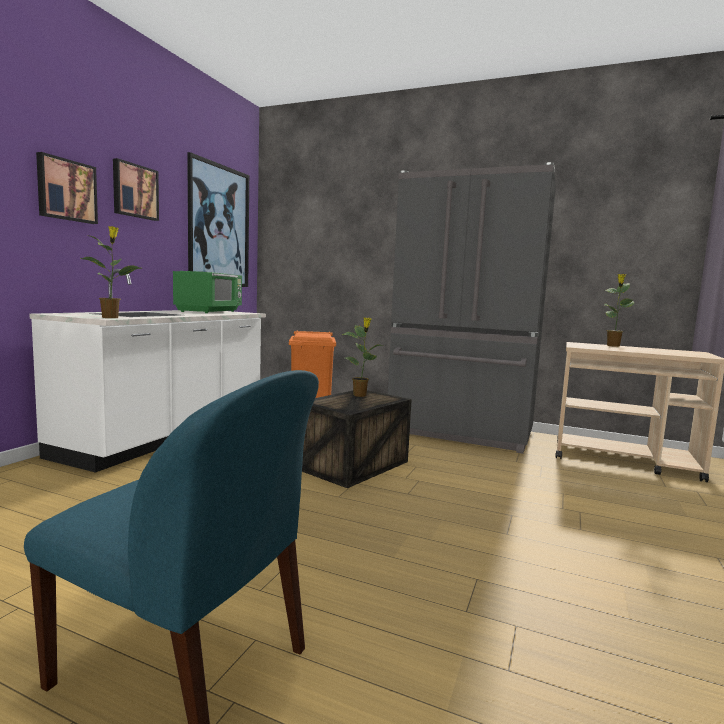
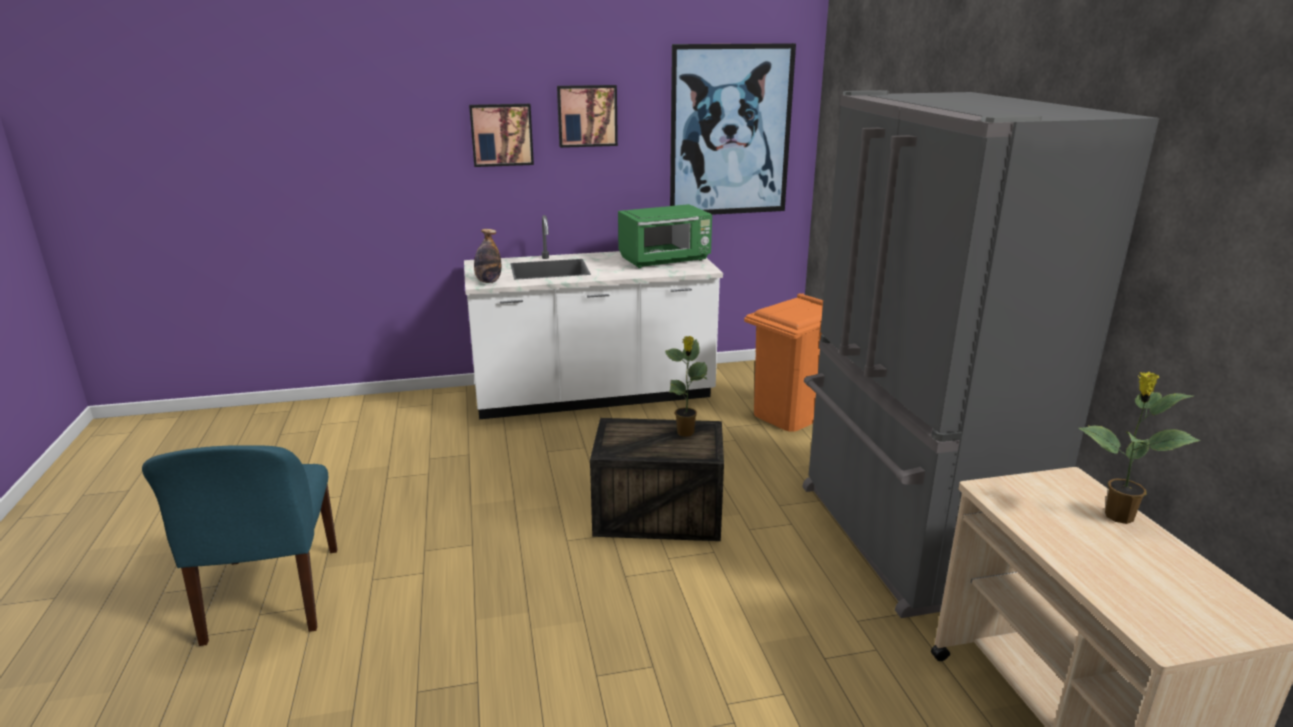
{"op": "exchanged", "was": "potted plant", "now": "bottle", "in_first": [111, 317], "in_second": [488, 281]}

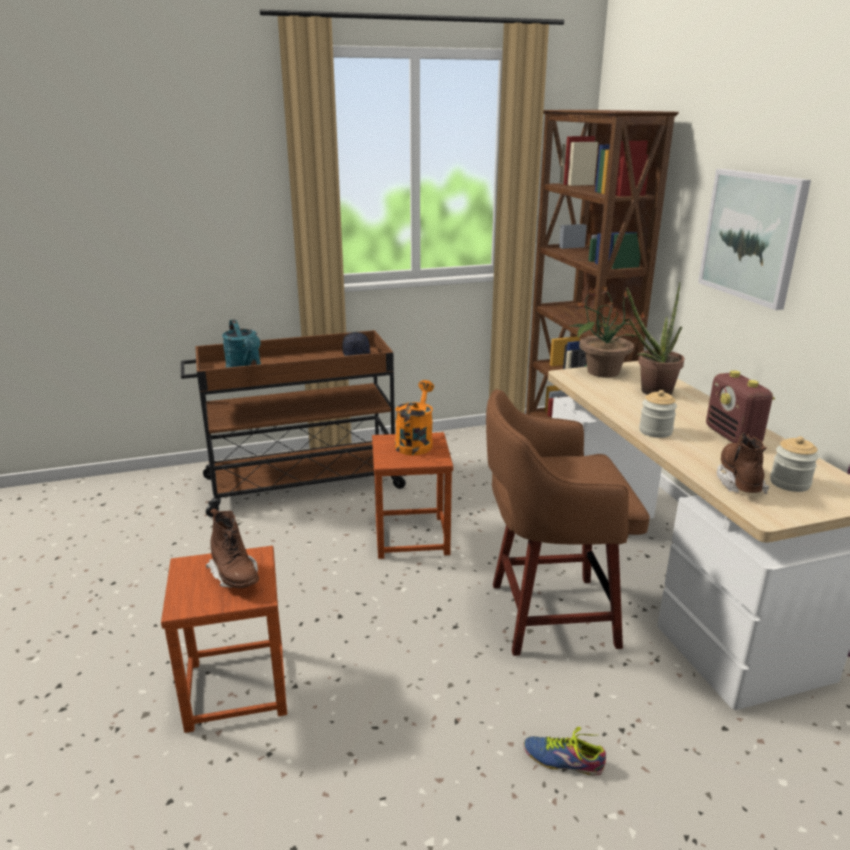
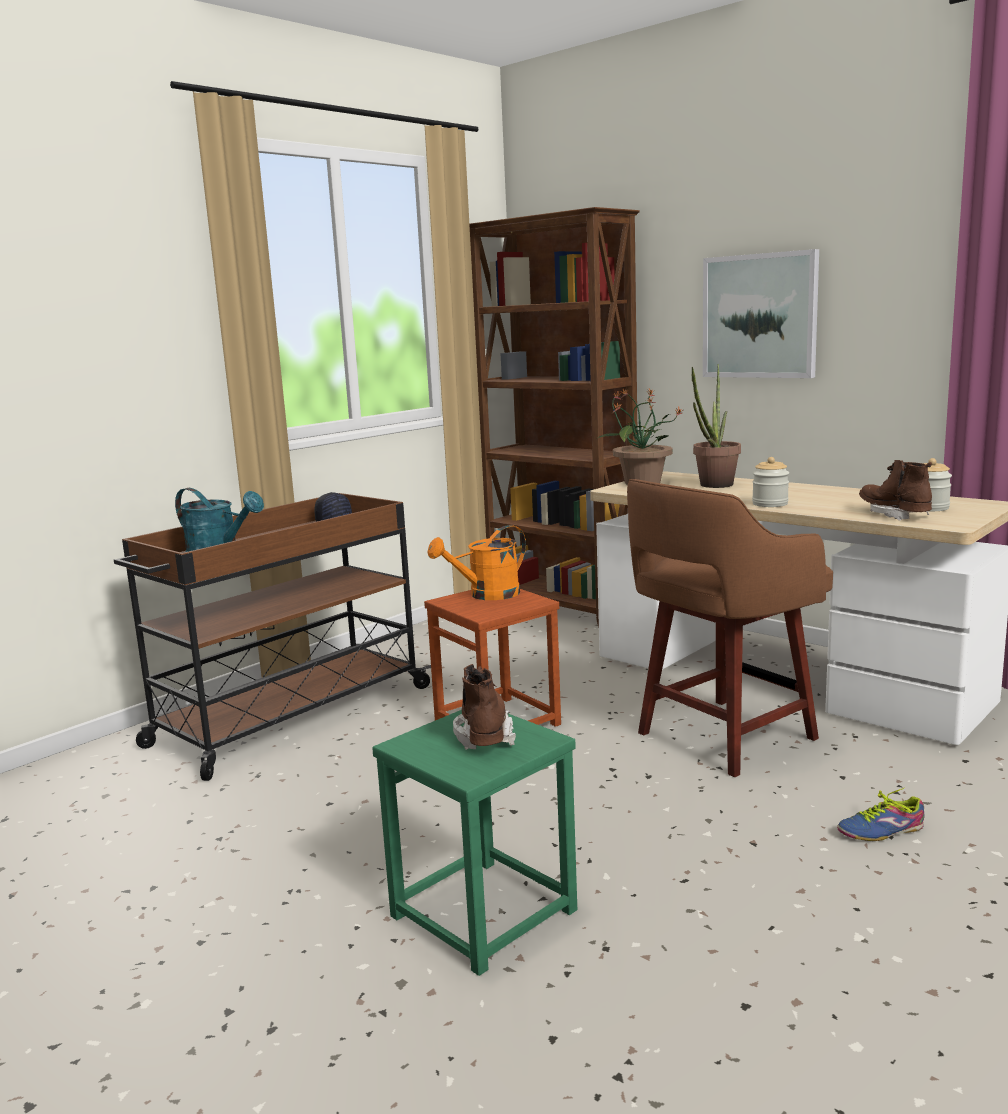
{"op": "missing", "was": "radio", "in_first": [733, 437]}
{"op": "colour", "was": "stool (brown)", "now": "stool (green)", "in_first": [236, 689], "in_second": [484, 914]}
{"op": "spun", "was": "boot (brown)", "in_first": [235, 576], "in_second": [484, 734], "clockwise": -120}
{"op": "spun", "was": "watering can (orange)", "in_first": [415, 442], "in_second": [486, 595], "clockwise": -105}

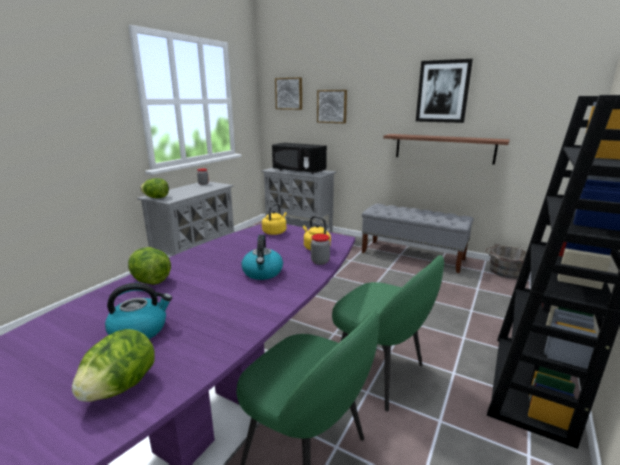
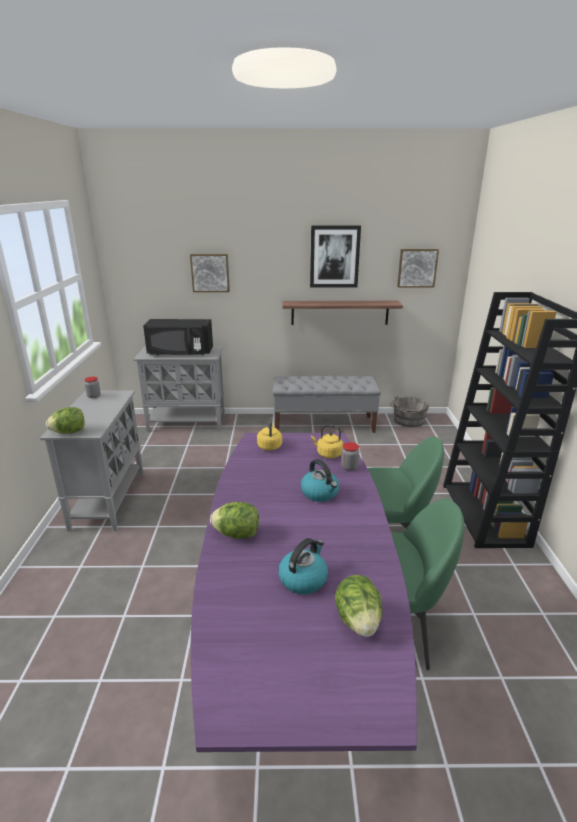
{"op": "relocated", "was": "picture", "in_first": [289, 93], "in_second": [417, 268]}

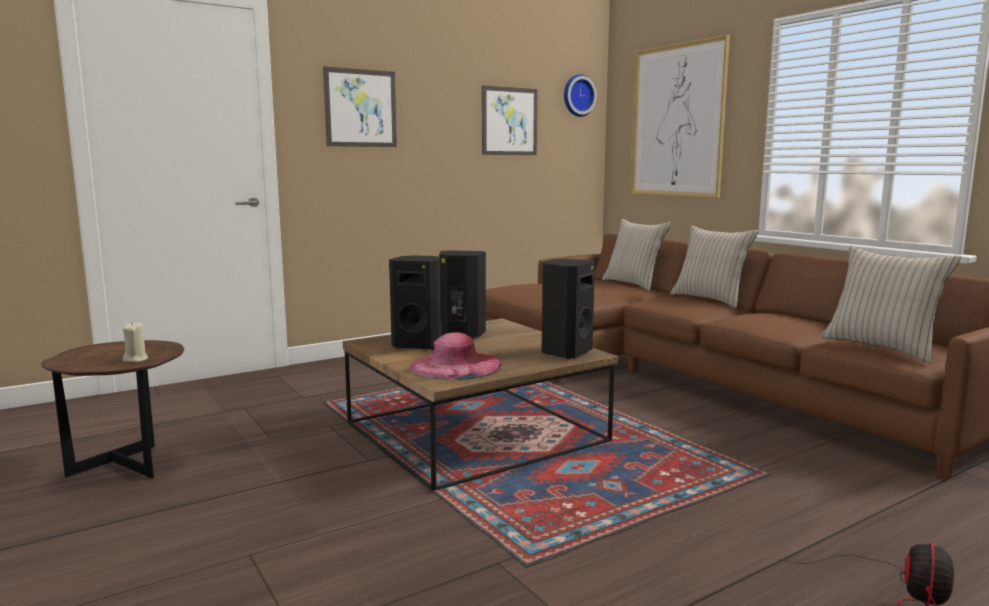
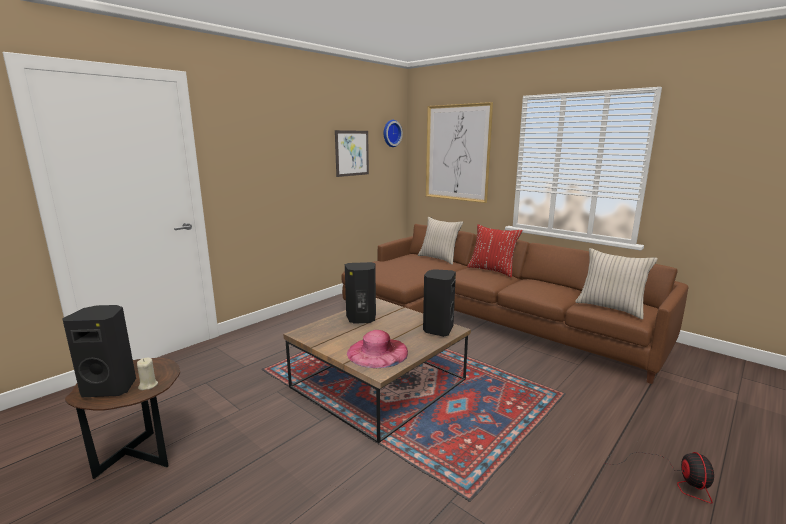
{"op": "missing", "was": "picture", "in_first": [360, 108]}
{"op": "relocated", "was": "speaker (black)", "in_first": [419, 345], "in_second": [111, 387]}
{"op": "colour", "was": "pillow (beige)", "now": "pillow (red)", "in_first": [710, 299], "in_second": [492, 270]}

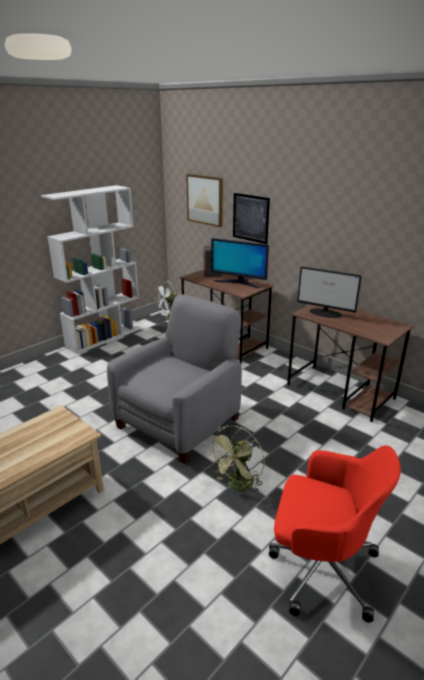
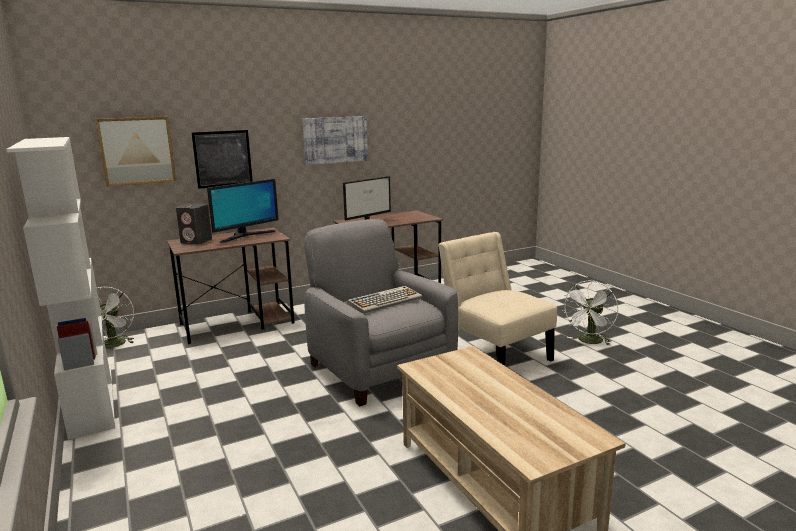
{"op": "appeared", "now": "picture", "in_second": [335, 140]}
{"op": "appeared", "now": "keyboard", "in_second": [385, 301]}
{"op": "exchanged", "was": "fan (green)", "now": "chair (beige)", "in_first": [238, 485], "in_second": [495, 355]}
{"op": "exchanged", "was": "office chair (red)", "now": "fan (white)", "in_first": [320, 567], "in_second": [589, 342]}

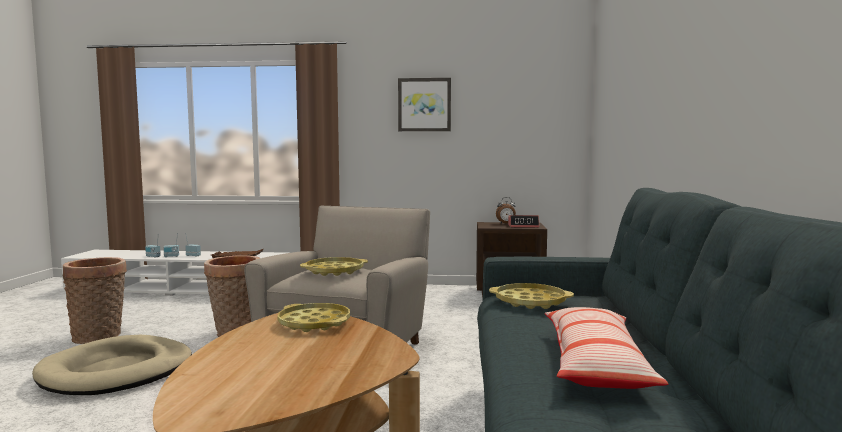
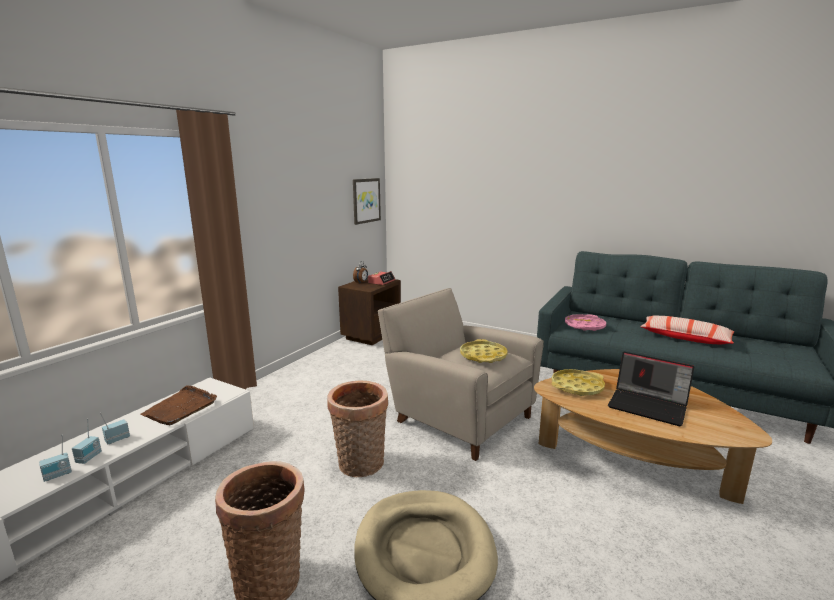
{"op": "appeared", "now": "laptop", "in_second": [648, 406]}
{"op": "relocated", "was": "picture", "in_first": [424, 104], "in_second": [366, 200]}
{"op": "colour", "was": "tray (yellow)", "now": "tray (pink)", "in_first": [530, 302], "in_second": [584, 326]}

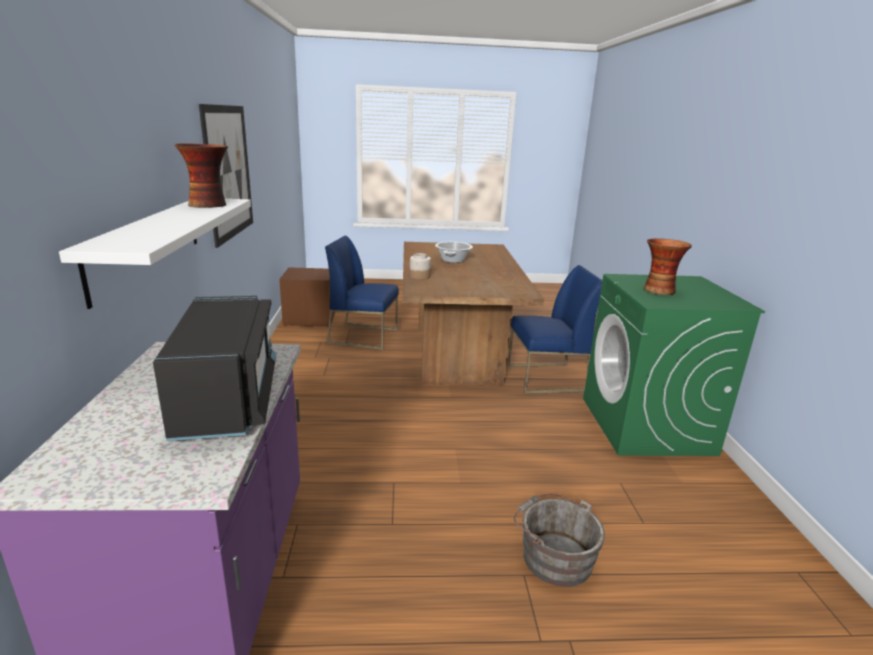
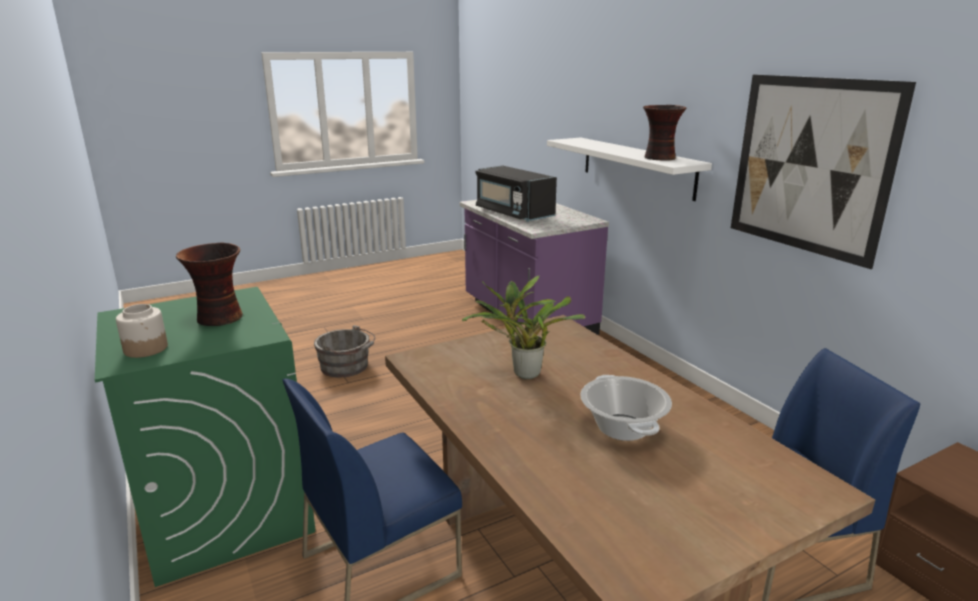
{"op": "appeared", "now": "potted plant", "in_second": [522, 373]}
{"op": "relocated", "was": "jar", "in_first": [419, 276], "in_second": [146, 348]}

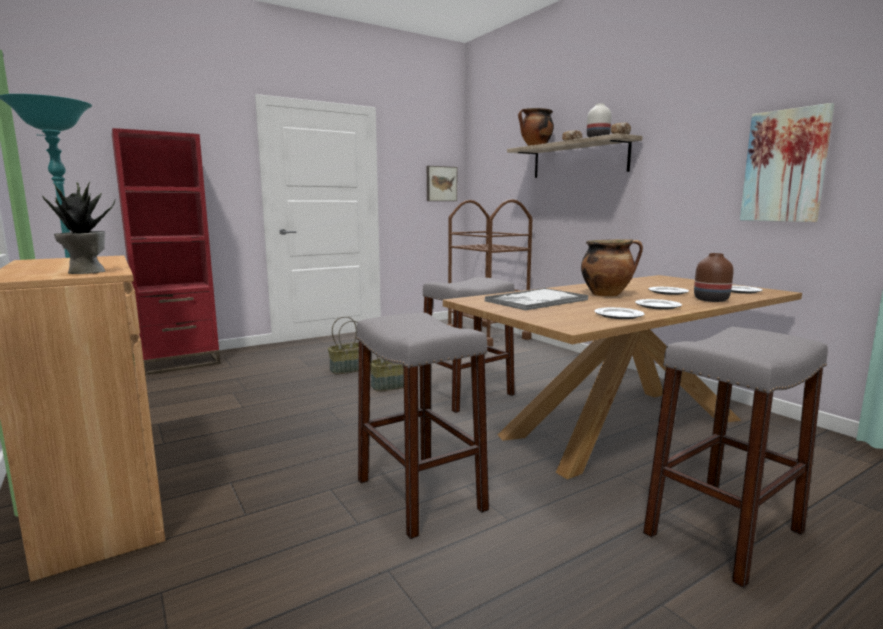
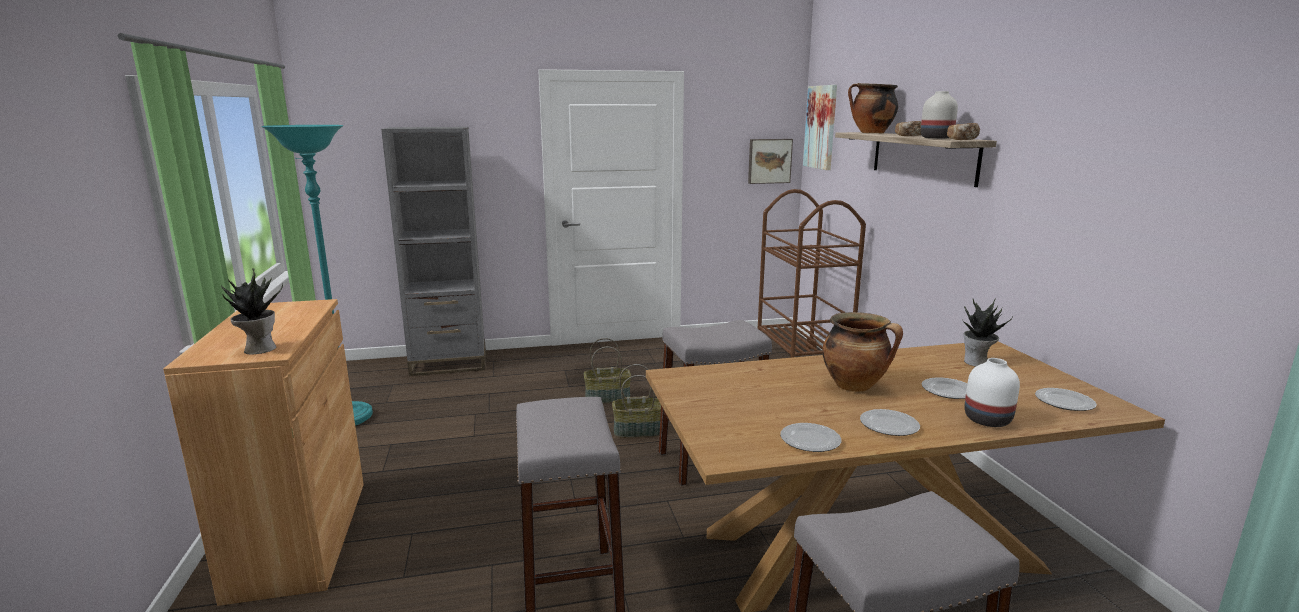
{"op": "missing", "was": "tray", "in_first": [536, 301]}
{"op": "appeared", "now": "potted plant", "in_second": [977, 363]}
{"op": "relocated", "was": "picture", "in_first": [785, 166], "in_second": [821, 127]}
{"op": "colour", "was": "bookcase (red)", "now": "bookcase (grey)", "in_first": [180, 363], "in_second": [449, 364]}
{"op": "colour", "was": "vase (brown)", "now": "vase (white)", "in_first": [711, 300], "in_second": [988, 420]}

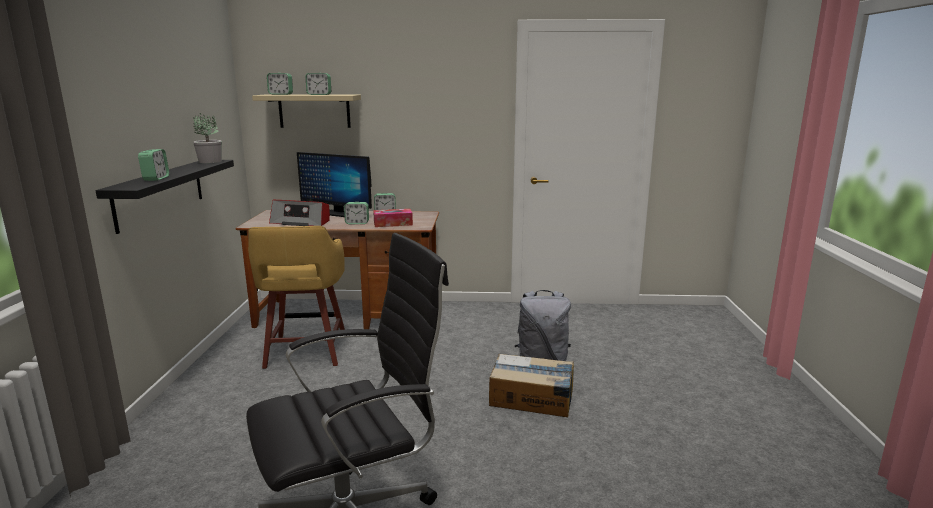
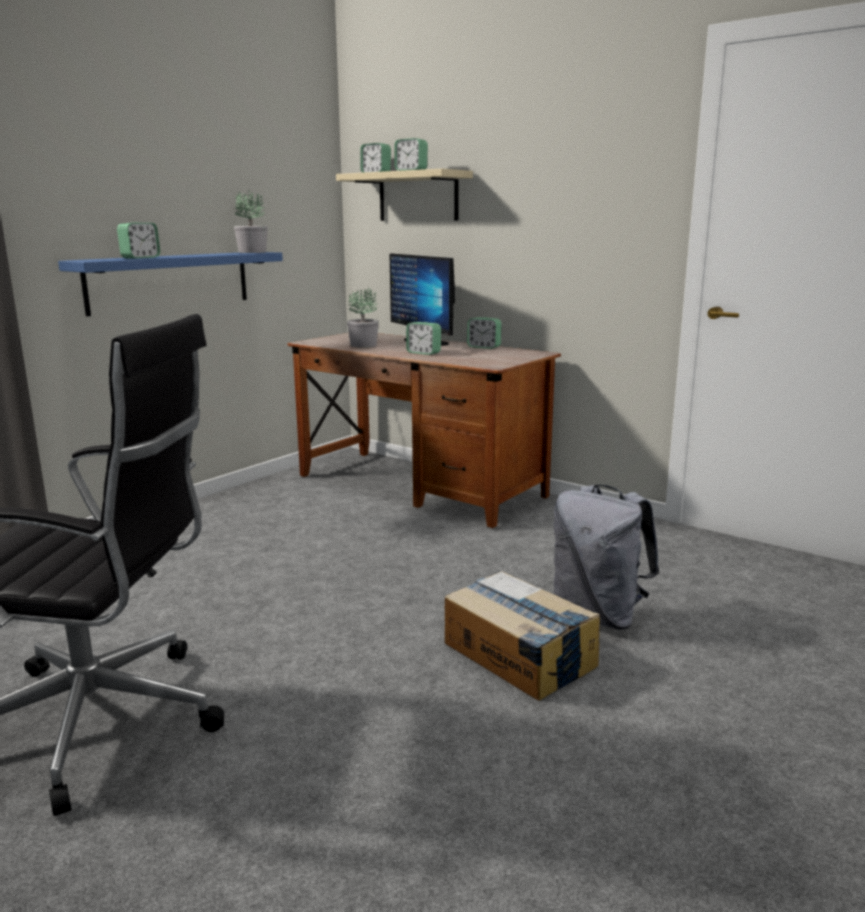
{"op": "missing", "was": "stool (yellow)", "in_first": [305, 352]}
{"op": "missing", "was": "tissue box", "in_first": [393, 224]}
{"op": "exchanged", "was": "radio", "now": "potted plant", "in_first": [301, 222], "in_second": [364, 345]}
{"op": "colour", "was": "shelf (black)", "now": "shelf (blue)", "in_first": [160, 193], "in_second": [170, 281]}

